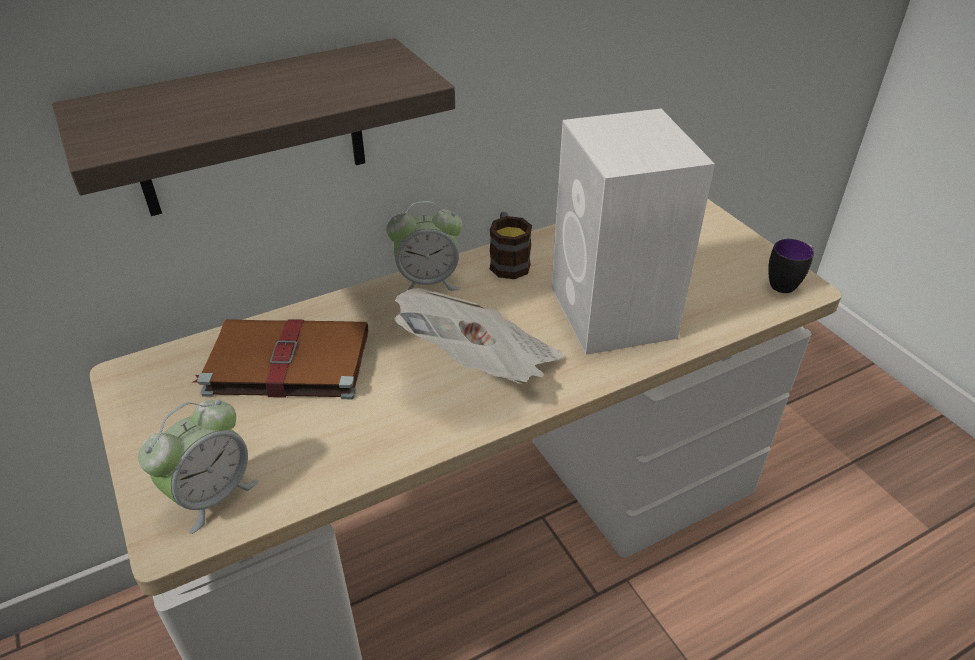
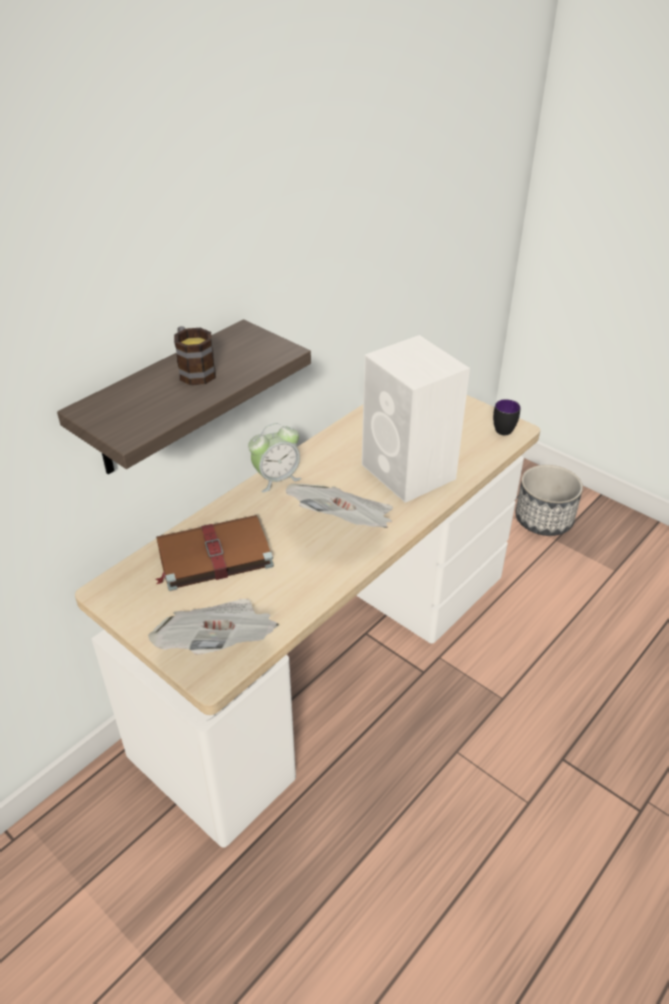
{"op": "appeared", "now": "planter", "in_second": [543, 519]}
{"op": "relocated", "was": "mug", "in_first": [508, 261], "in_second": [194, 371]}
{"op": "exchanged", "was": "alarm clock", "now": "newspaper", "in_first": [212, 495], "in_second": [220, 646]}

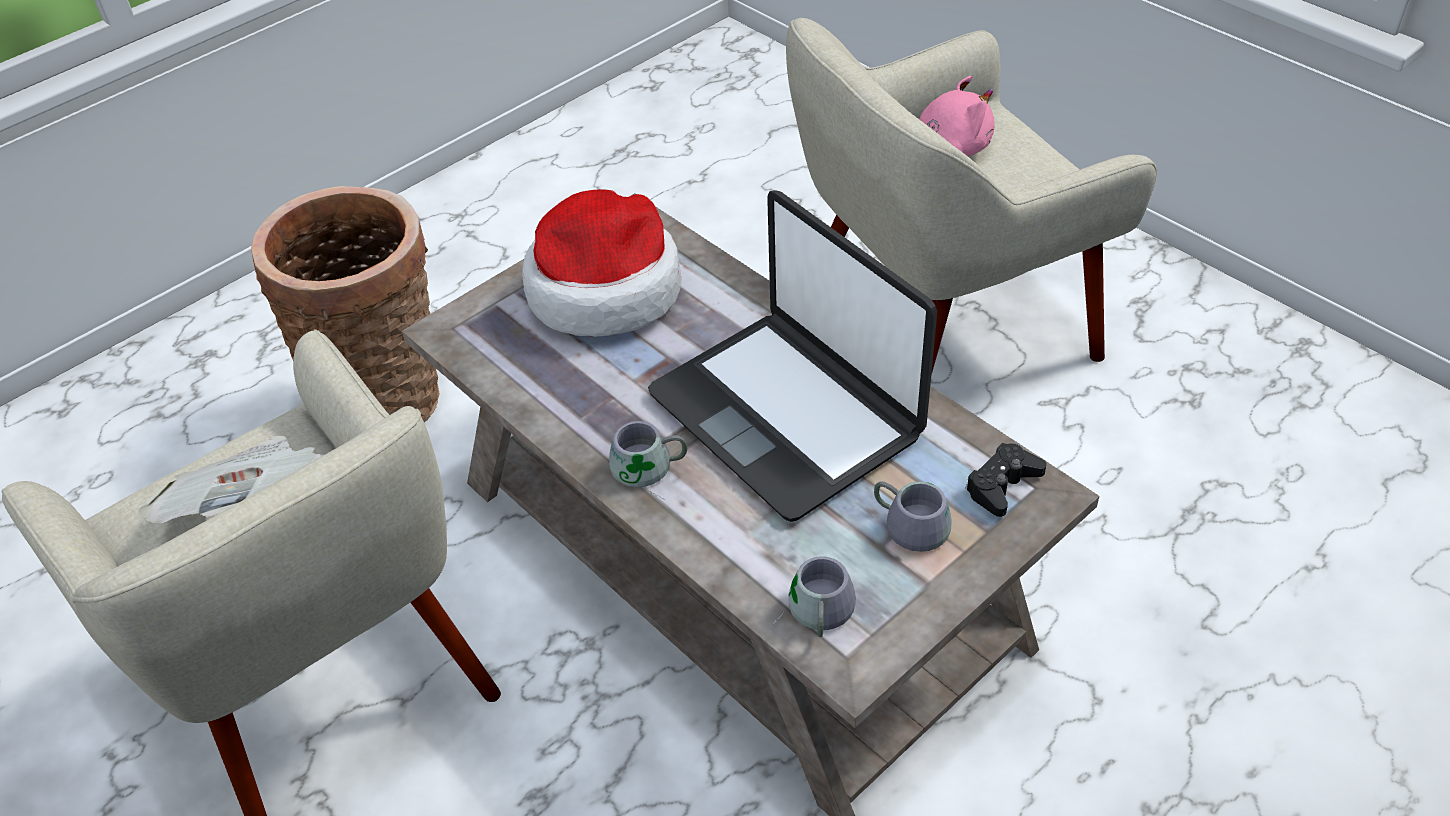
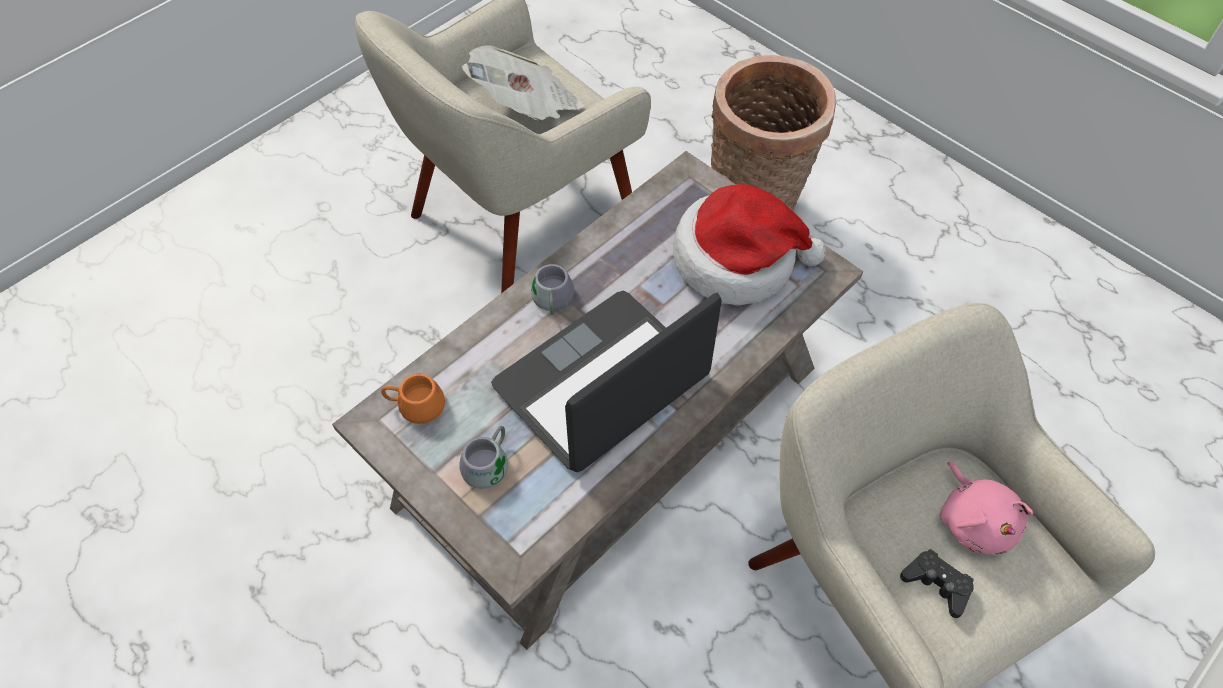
{"op": "relocated", "was": "game controller (black)", "in_first": [1002, 485], "in_second": [937, 584]}
{"op": "colour", "was": "mug (grey)", "now": "mug (orange)", "in_first": [814, 612], "in_second": [416, 400]}

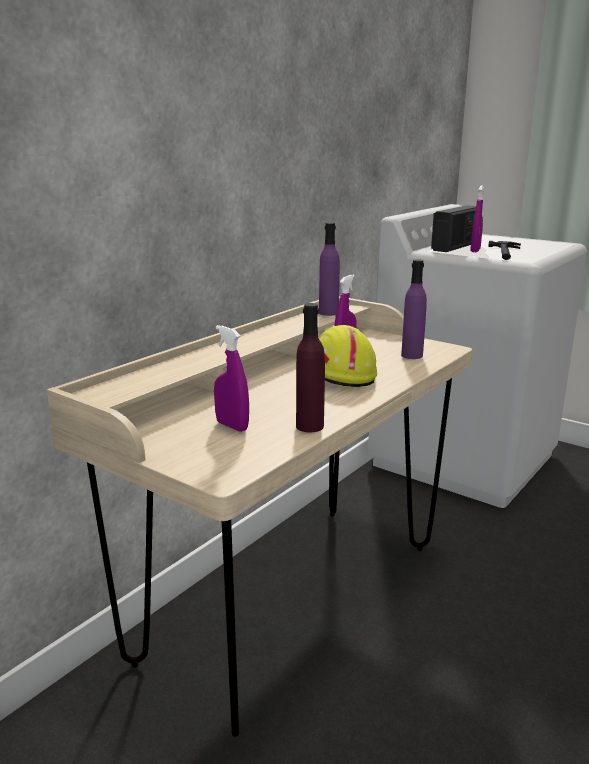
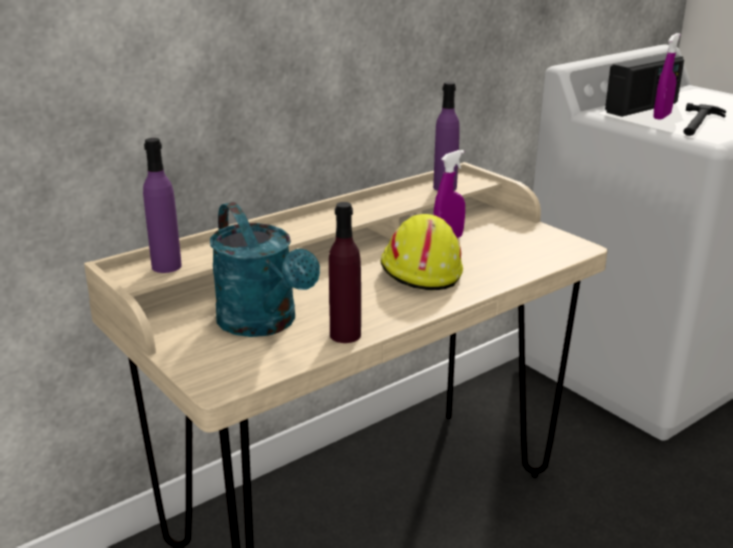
{"op": "relocated", "was": "bottle (purple)", "in_first": [412, 355], "in_second": [166, 266]}
{"op": "exchanged", "was": "spray bottle (purple)", "now": "watering can (turquoise)", "in_first": [232, 426], "in_second": [264, 324]}

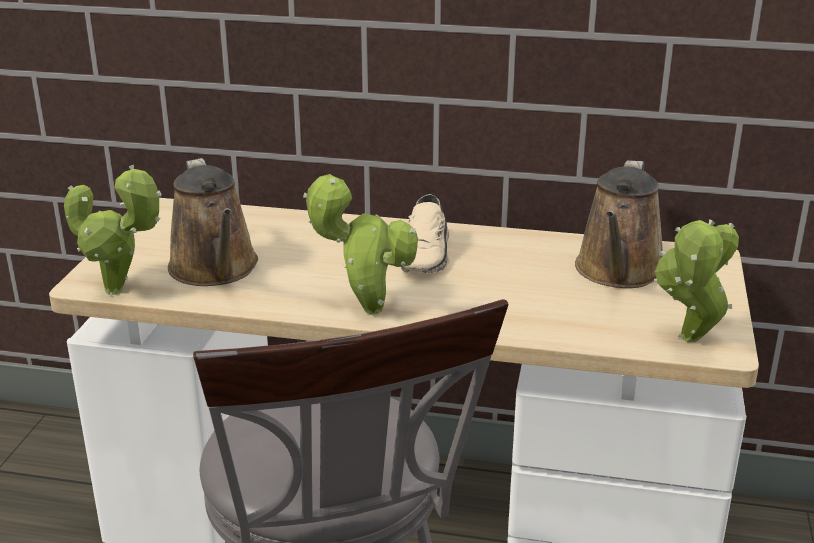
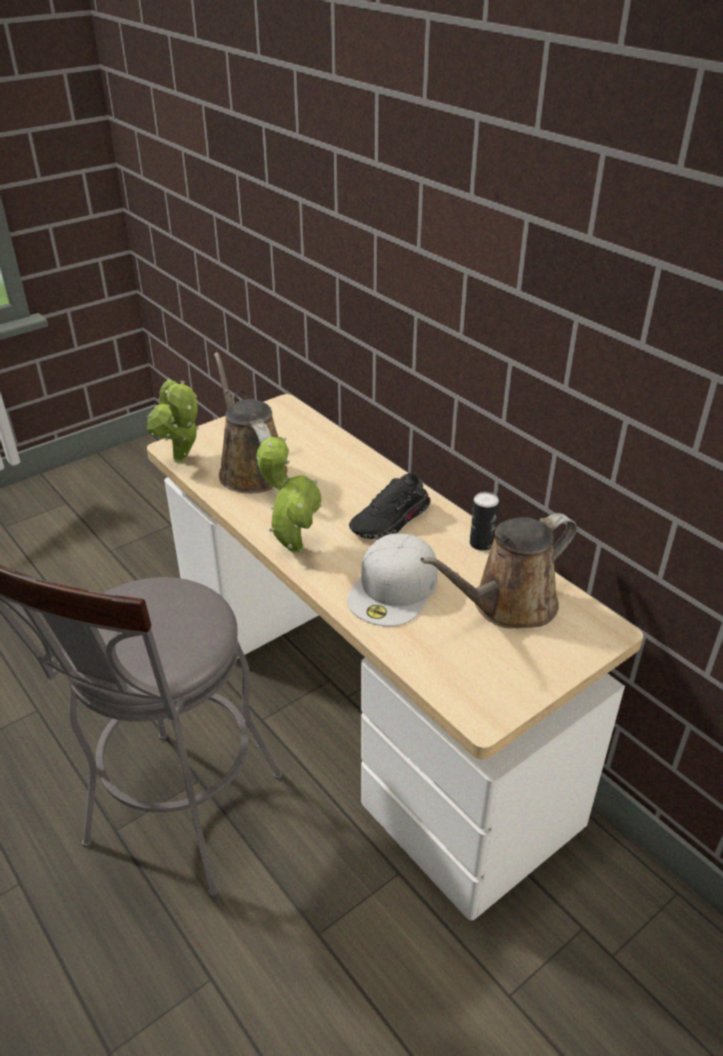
{"op": "missing", "was": "potted plant", "in_first": [688, 341]}
{"op": "appeared", "now": "cap (white)", "in_second": [394, 589]}
{"op": "appeared", "now": "can", "in_second": [481, 543]}
{"op": "colour", "was": "shoe (beige)", "now": "shoe (black)", "in_first": [427, 255], "in_second": [391, 521]}
{"op": "spun", "was": "watering can (brown)", "in_first": [215, 269], "in_second": [250, 469], "clockwise": 135}

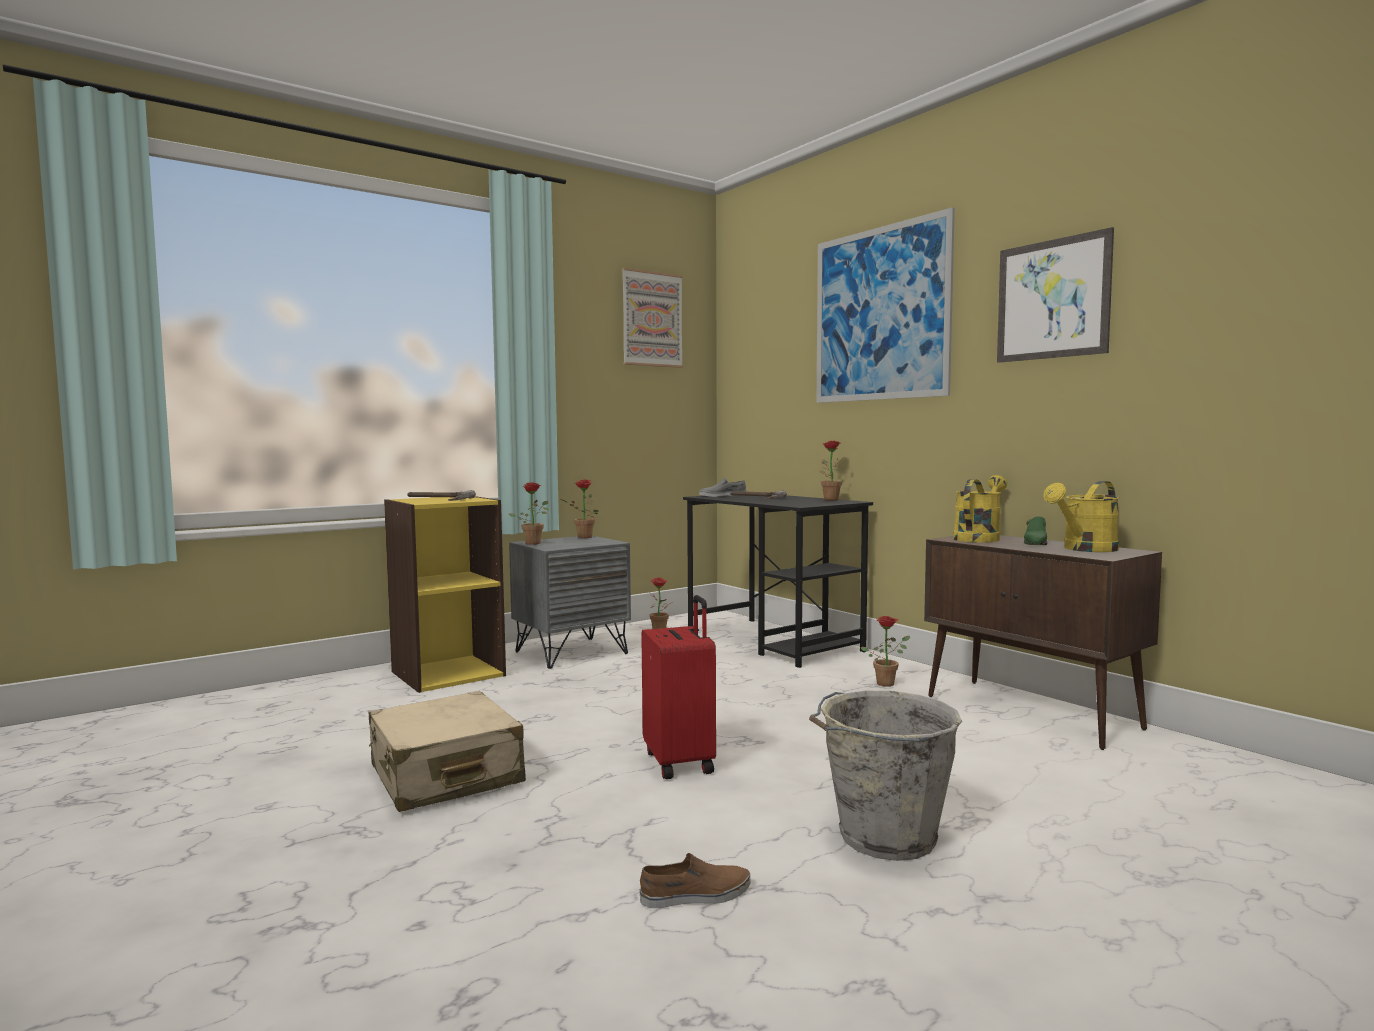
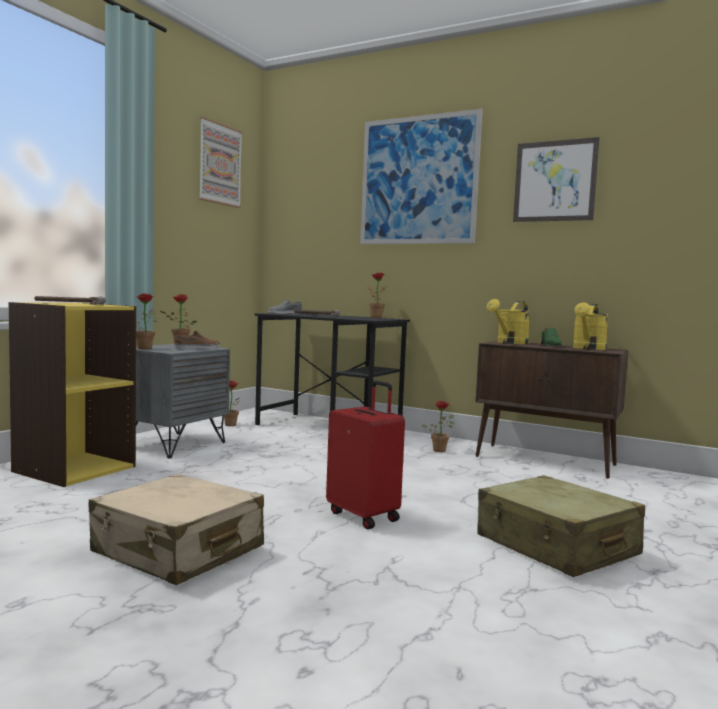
{"op": "relocated", "was": "shoe (brown)", "in_first": [696, 895], "in_second": [198, 348]}
{"op": "exchanged", "was": "bucket (grey)", "now": "suitcase (beige)", "in_first": [883, 837], "in_second": [556, 546]}
{"op": "spun", "was": "watering can (yellow)", "in_first": [979, 538], "in_second": [509, 343], "clockwise": -150}

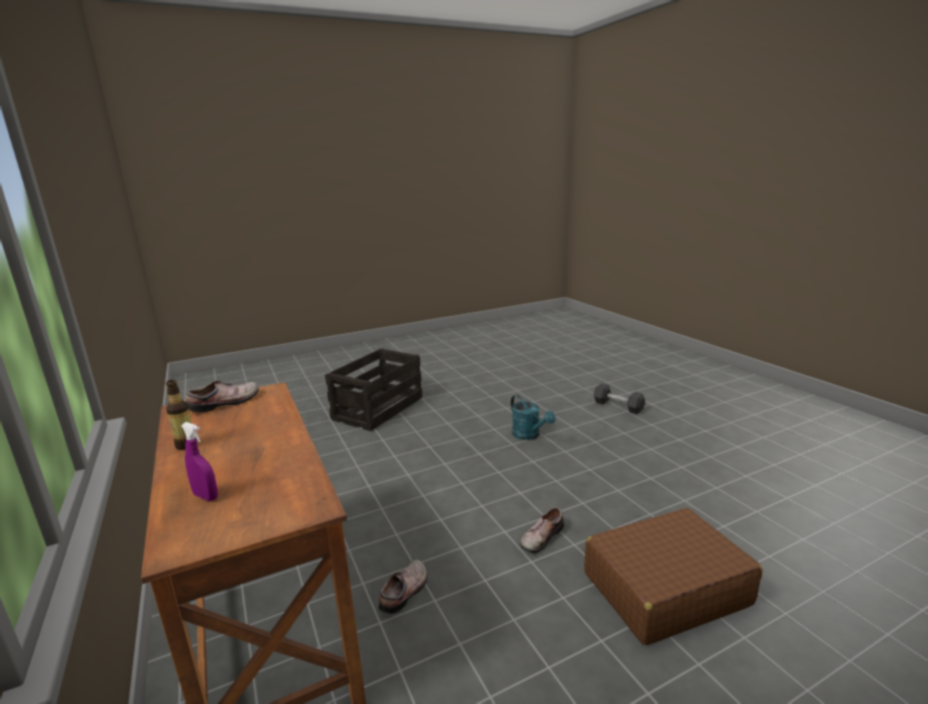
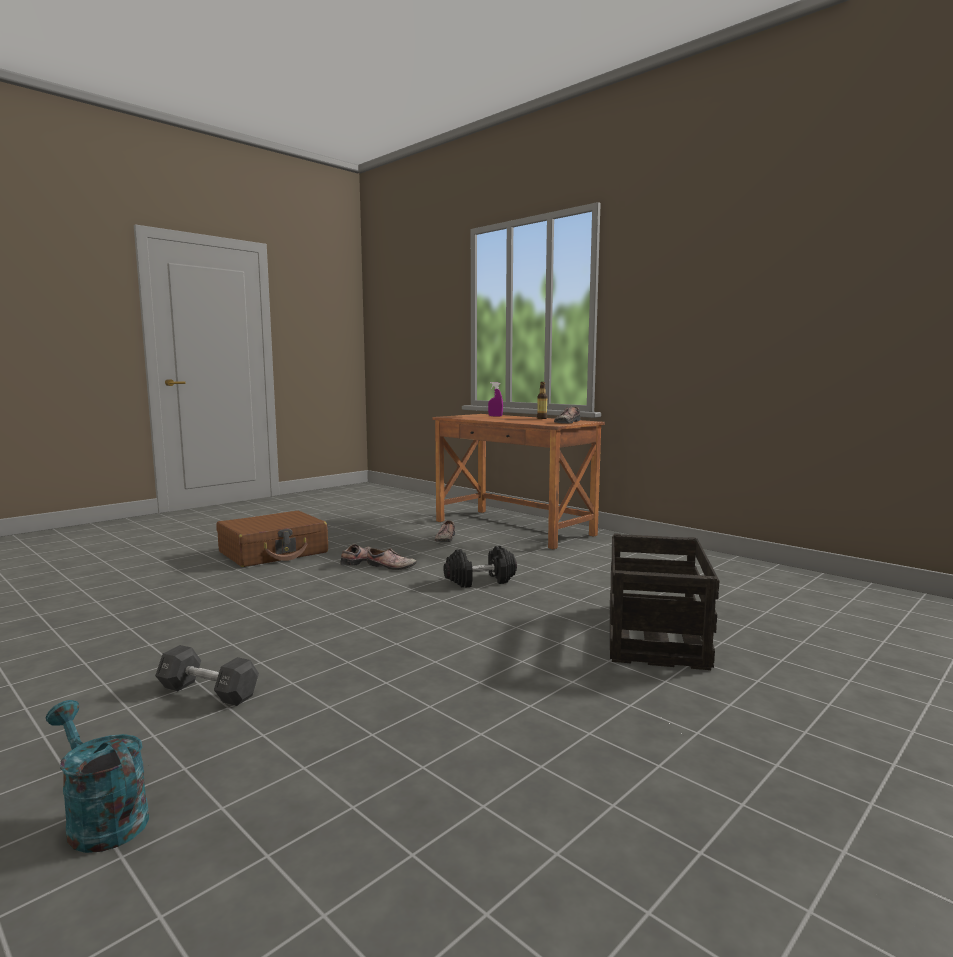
{"op": "appeared", "now": "shoe", "in_second": [390, 566]}
{"op": "appeared", "now": "dumbbell (black)", "in_second": [480, 581]}
{"op": "relocated", "was": "watering can (turquoise)", "in_first": [529, 435], "in_second": [101, 819]}

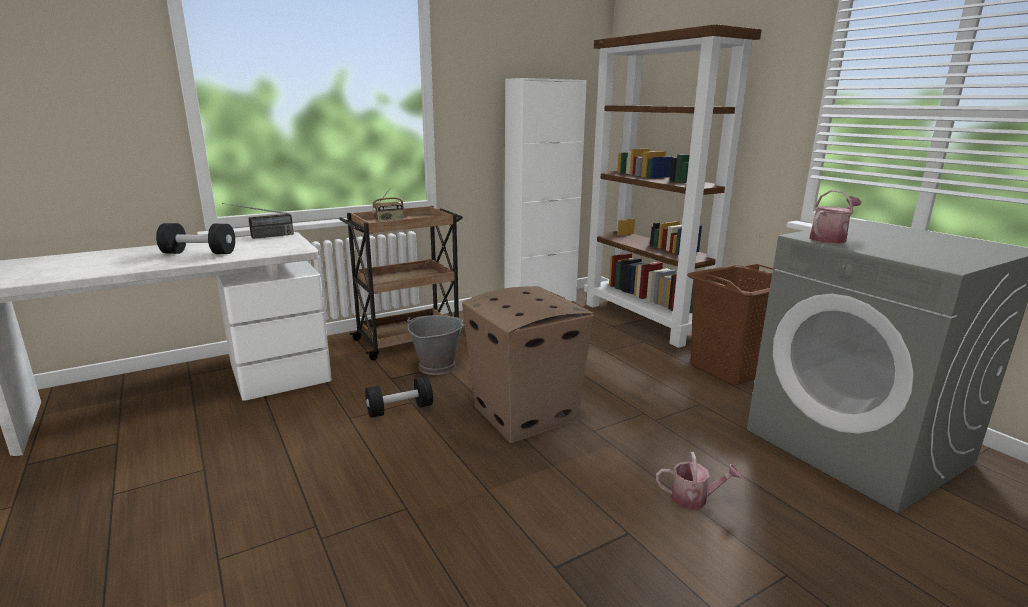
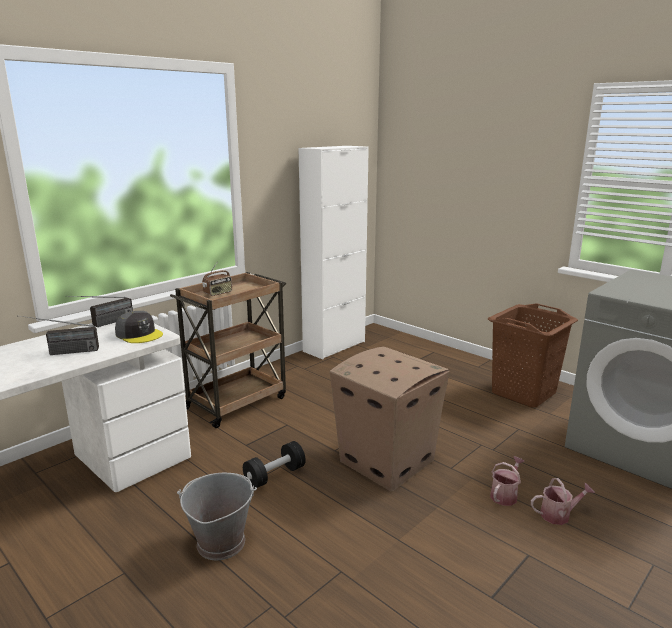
{"op": "missing", "was": "bookcase (brown)", "in_first": [646, 320]}
{"op": "appeared", "now": "cap (grey)", "in_second": [139, 334]}
{"op": "relocated", "was": "bucket (grey)", "in_first": [436, 366], "in_second": [220, 542]}
{"op": "relocated", "was": "watering can", "in_first": [830, 238], "in_second": [505, 495]}
{"op": "exchanged", "was": "dumbbell (black)", "now": "radio", "in_first": [199, 253], "in_second": [61, 352]}

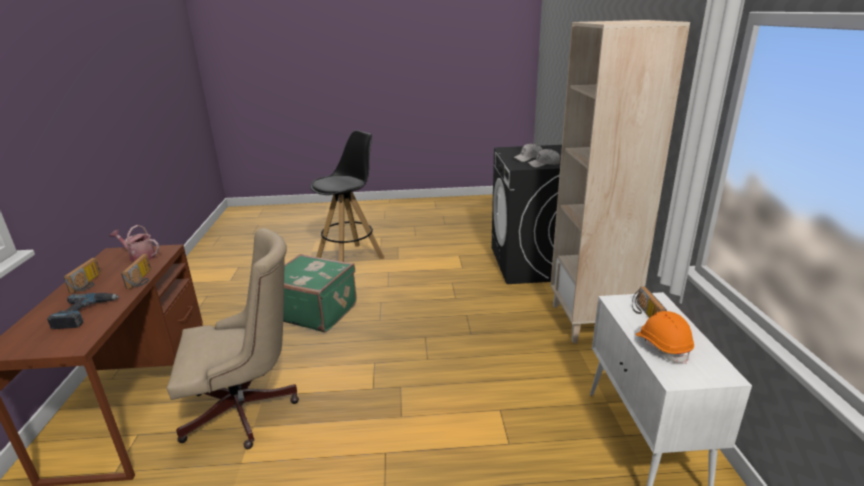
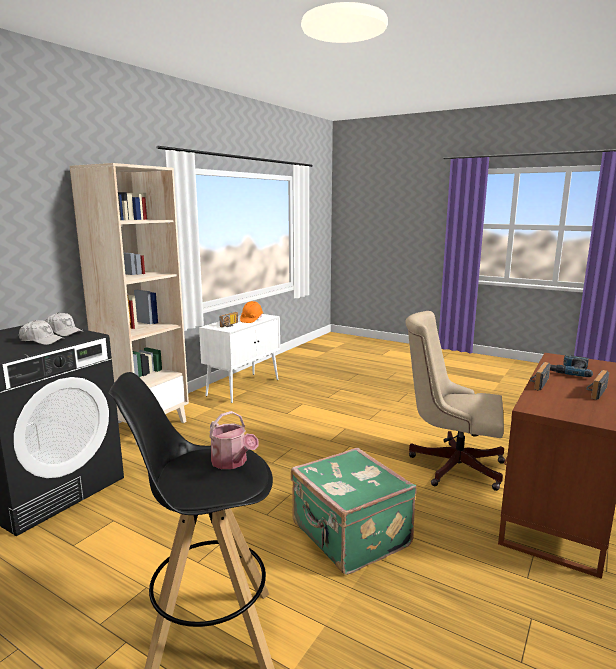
{"op": "relocated", "was": "watering can", "in_first": [140, 257], "in_second": [232, 462]}

